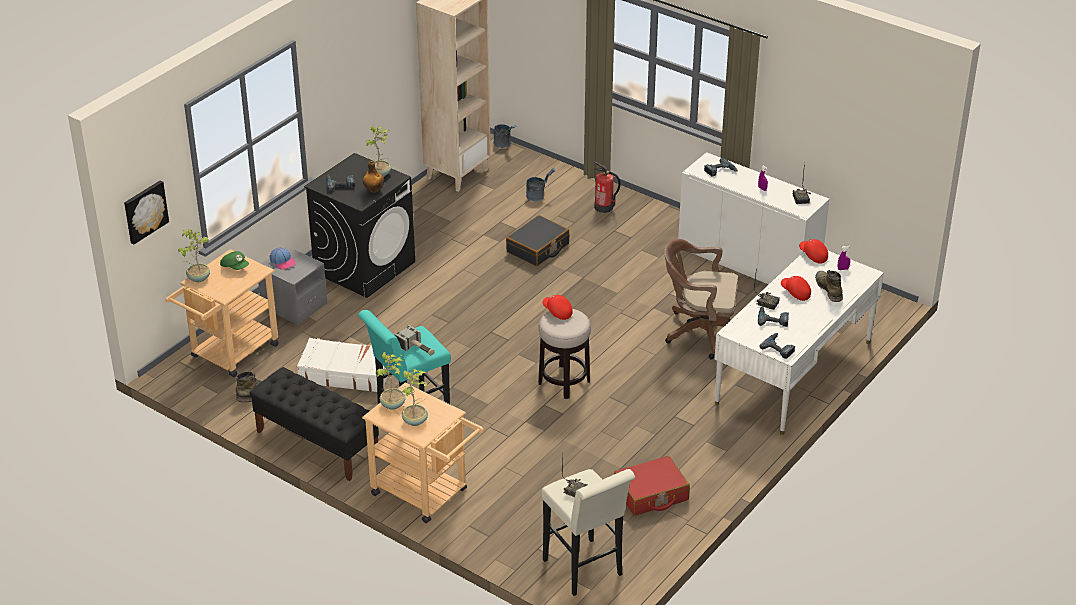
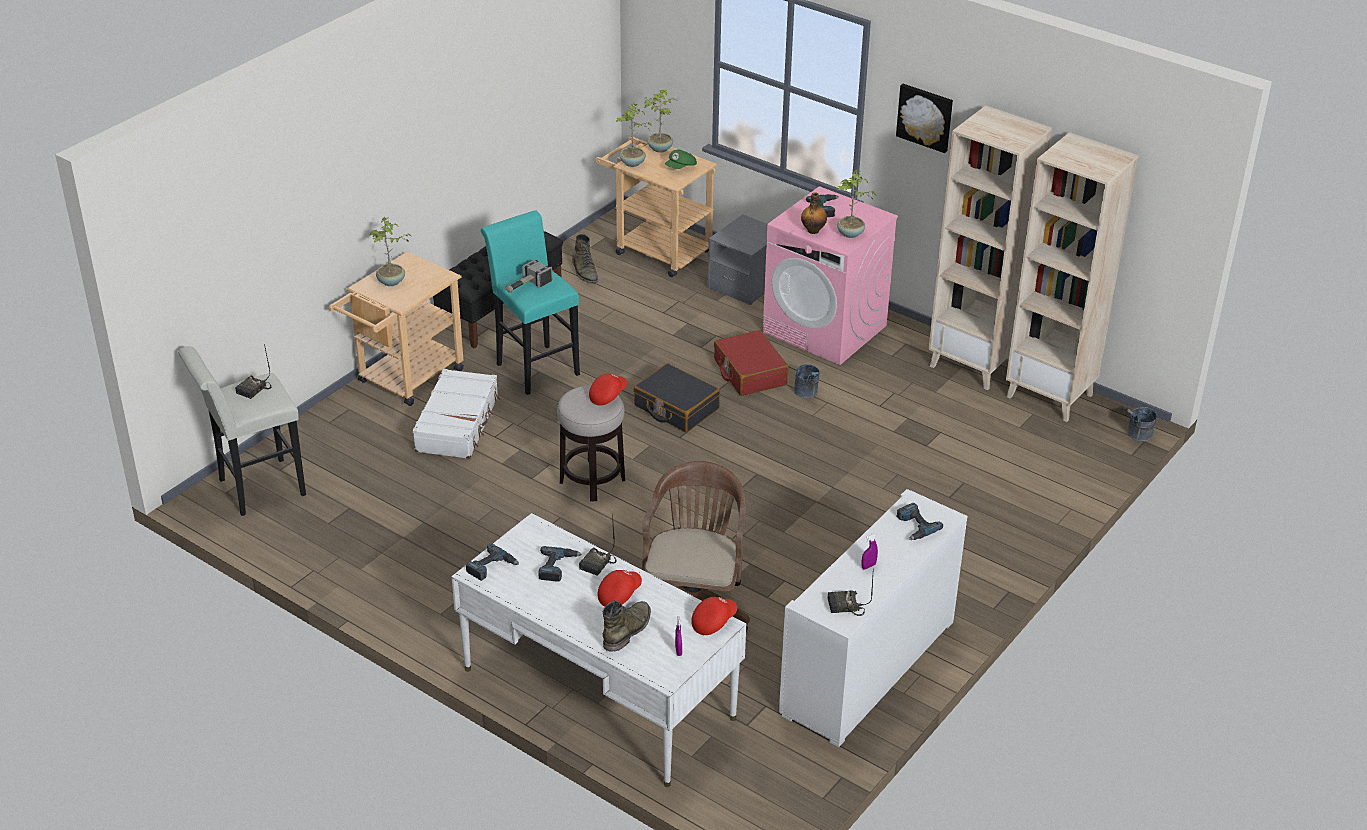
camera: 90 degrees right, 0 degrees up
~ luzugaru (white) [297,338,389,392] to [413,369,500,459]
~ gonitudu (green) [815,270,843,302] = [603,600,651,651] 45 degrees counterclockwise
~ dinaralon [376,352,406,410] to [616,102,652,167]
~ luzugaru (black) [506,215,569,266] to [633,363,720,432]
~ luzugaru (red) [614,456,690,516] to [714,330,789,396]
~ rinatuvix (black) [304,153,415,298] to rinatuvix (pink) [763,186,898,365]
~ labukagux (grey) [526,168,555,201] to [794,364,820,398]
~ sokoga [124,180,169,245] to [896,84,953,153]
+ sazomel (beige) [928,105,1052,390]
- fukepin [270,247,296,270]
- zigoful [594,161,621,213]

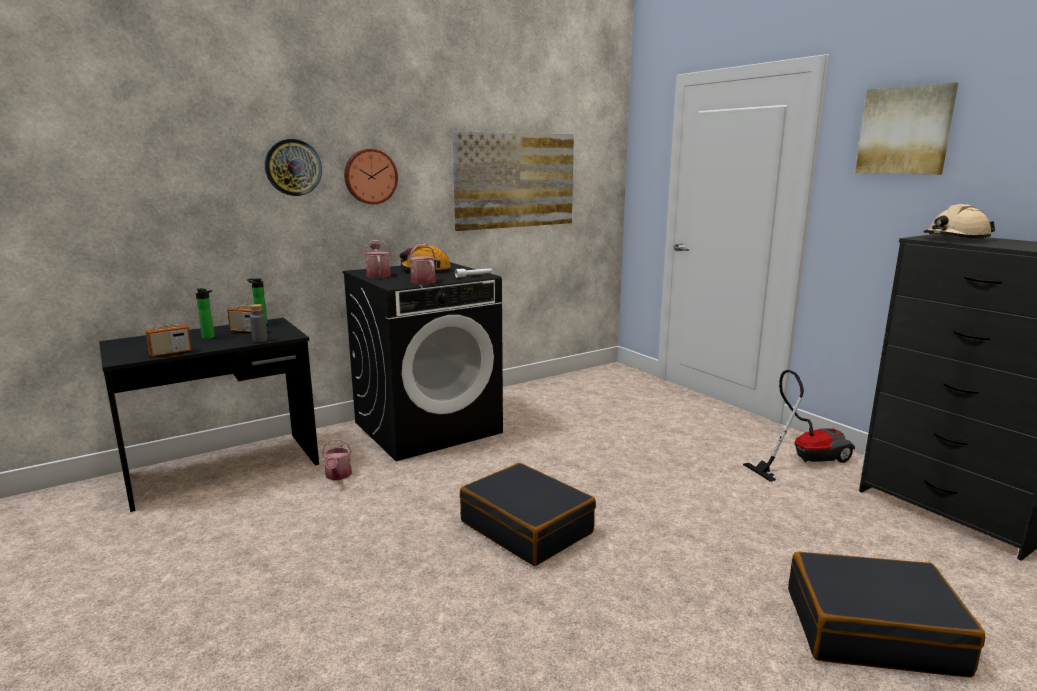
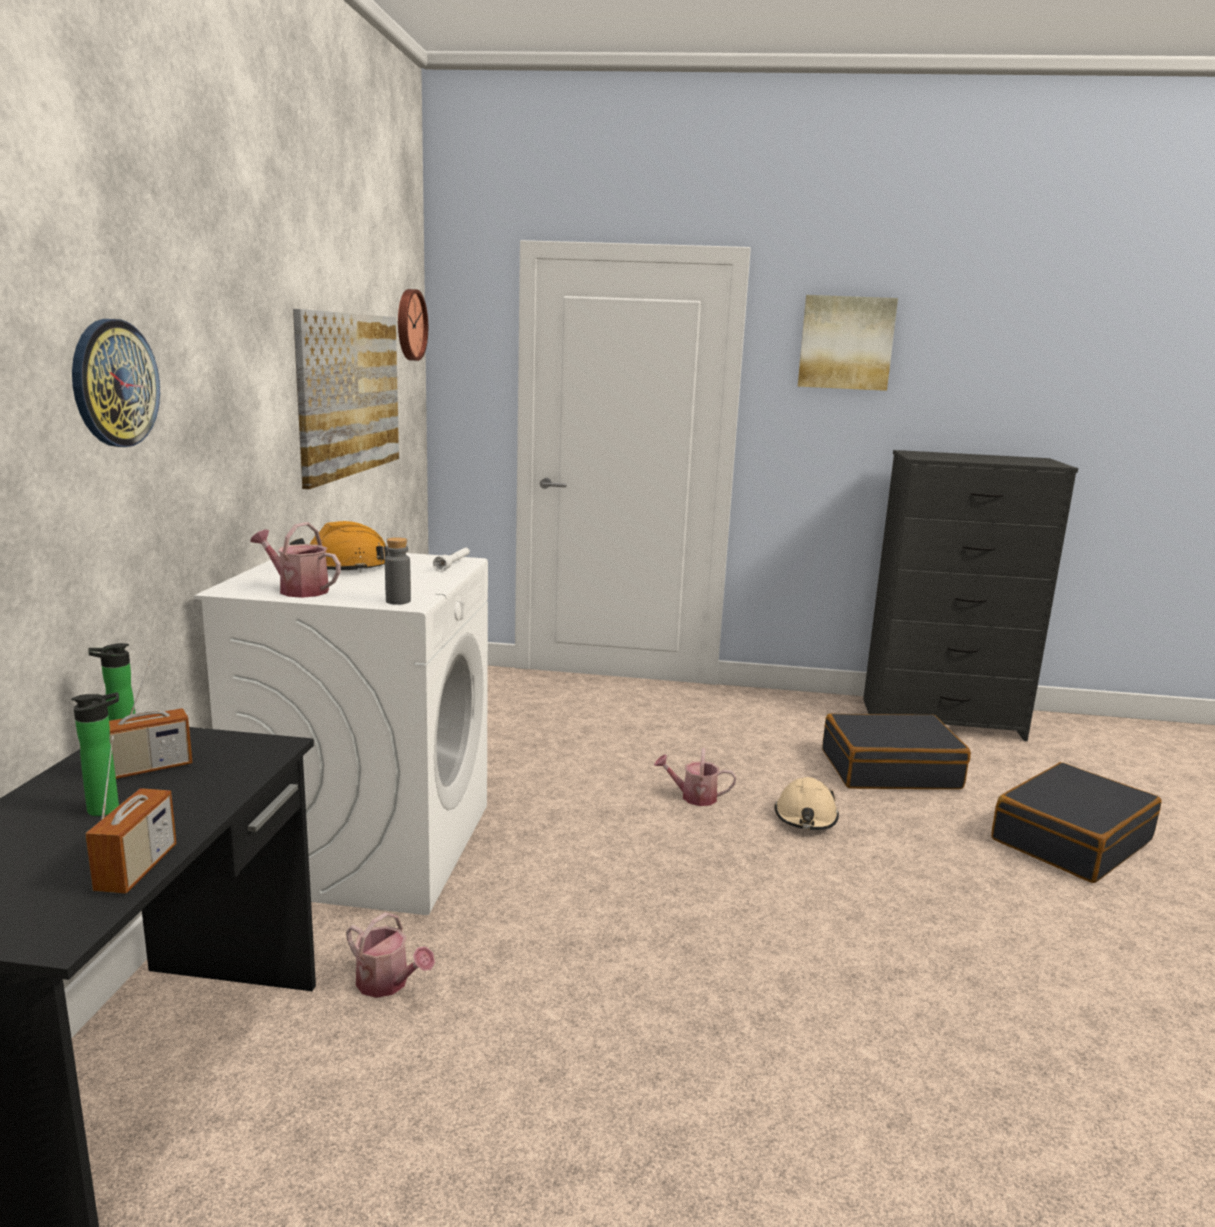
camera: 50 degrees left, 0 degrees up
~ rinatuvix (black) [342,262,503,461] to rinatuvix (white) [194,553,488,915]
~ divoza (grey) [250,304,268,342] to [385,537,411,605]
~ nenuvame [344,149,398,204] to [398,289,428,361]
~ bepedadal [405,244,436,284] to [654,748,736,806]
~ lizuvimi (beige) [923,204,995,240] to [775,777,839,830]
~ luzugaru (black) [459,463,596,566] to [822,714,971,789]
- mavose [743,370,855,482]

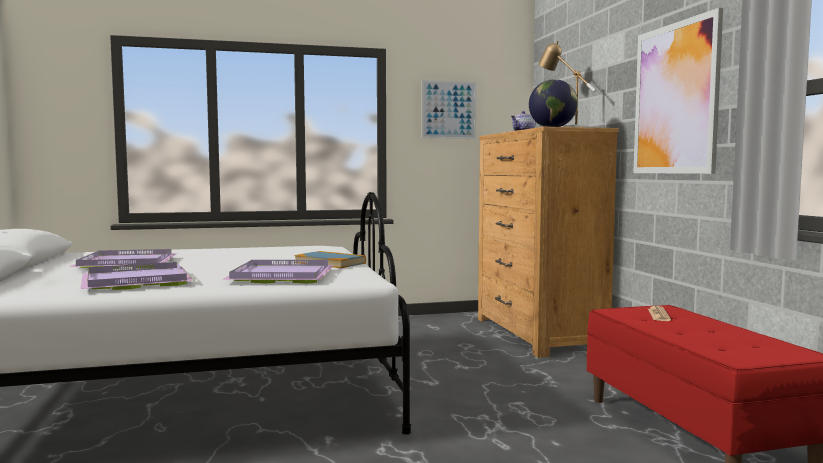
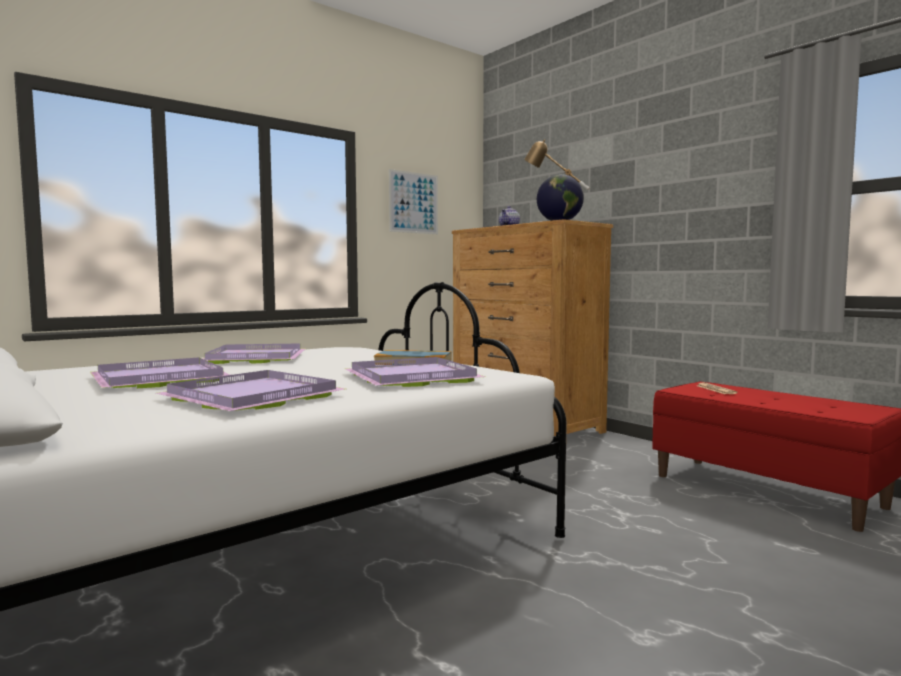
camera: 25 degrees left, 0 degrees up
+ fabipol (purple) [202,344,306,364]
- sokoga [633,8,723,174]

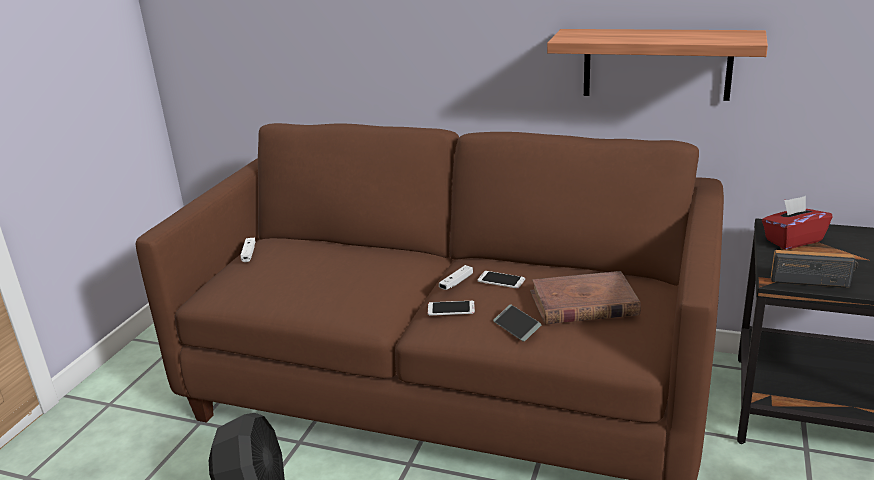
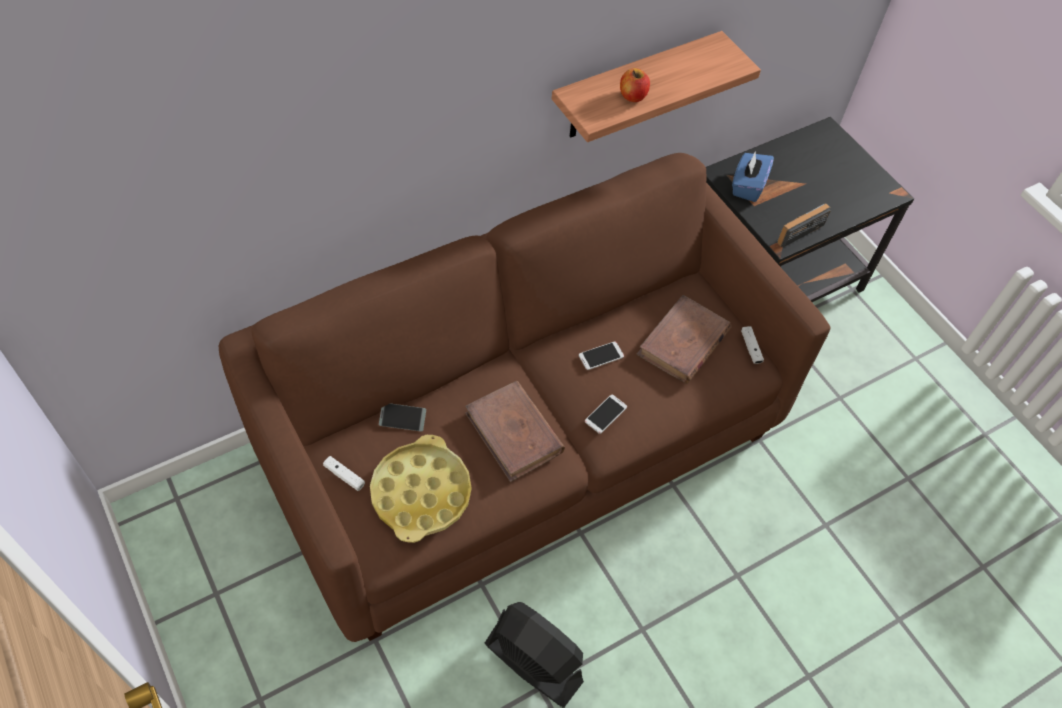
camera: 55 degrees left, 30 degrees up
+ fabipol (yellow) [370,435,471,543]
~ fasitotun [493,304,541,342] to [379,403,426,431]
+ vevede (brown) [465,381,565,482]
+ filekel [620,68,650,102]
~ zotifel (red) [762,196,832,250] to zotifel (blue) [732,151,774,202]
~ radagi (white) [439,265,473,290] to [741,326,764,364]

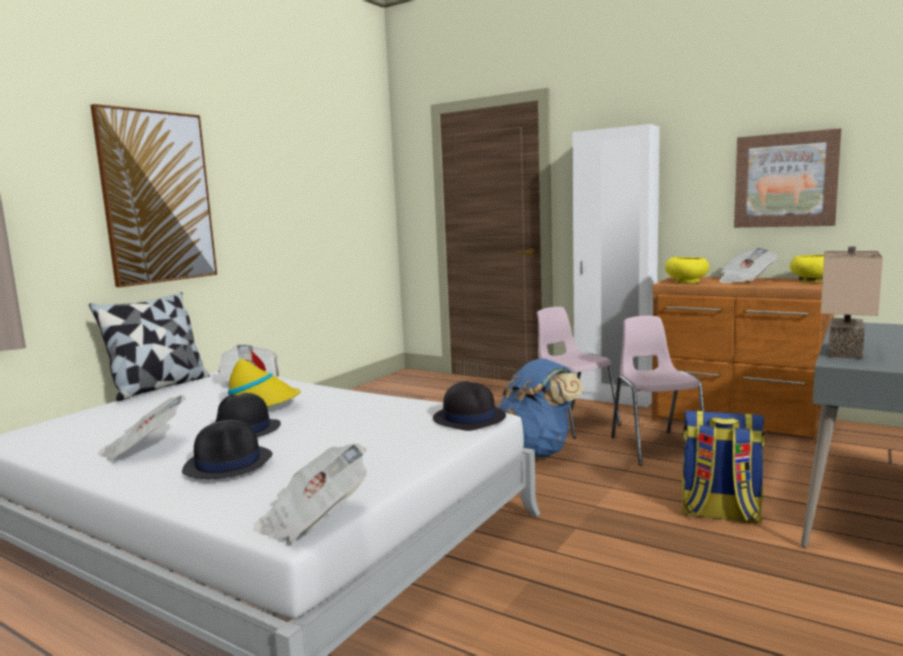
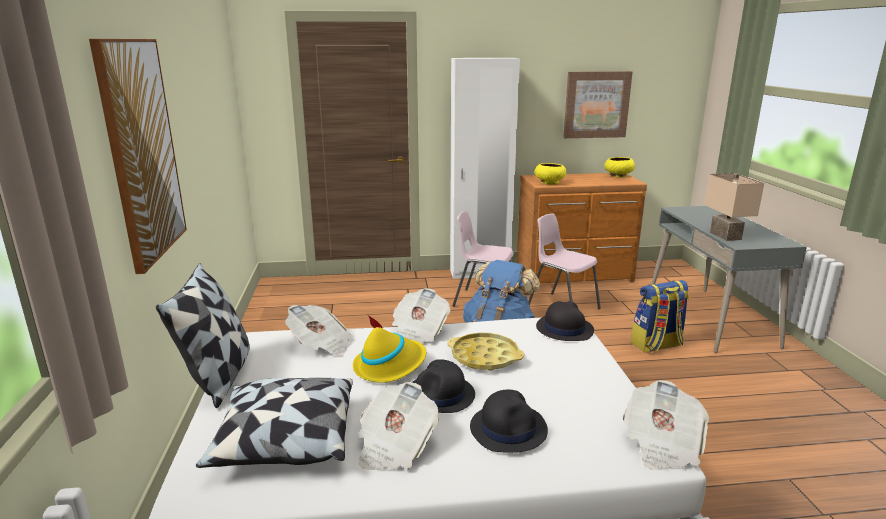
camera: 40 degrees left, 10 degrees up
+ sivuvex [196,378,353,468]
~ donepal [719,248,778,283] to [392,288,450,343]
+ fabipol (yellow) [447,332,524,371]

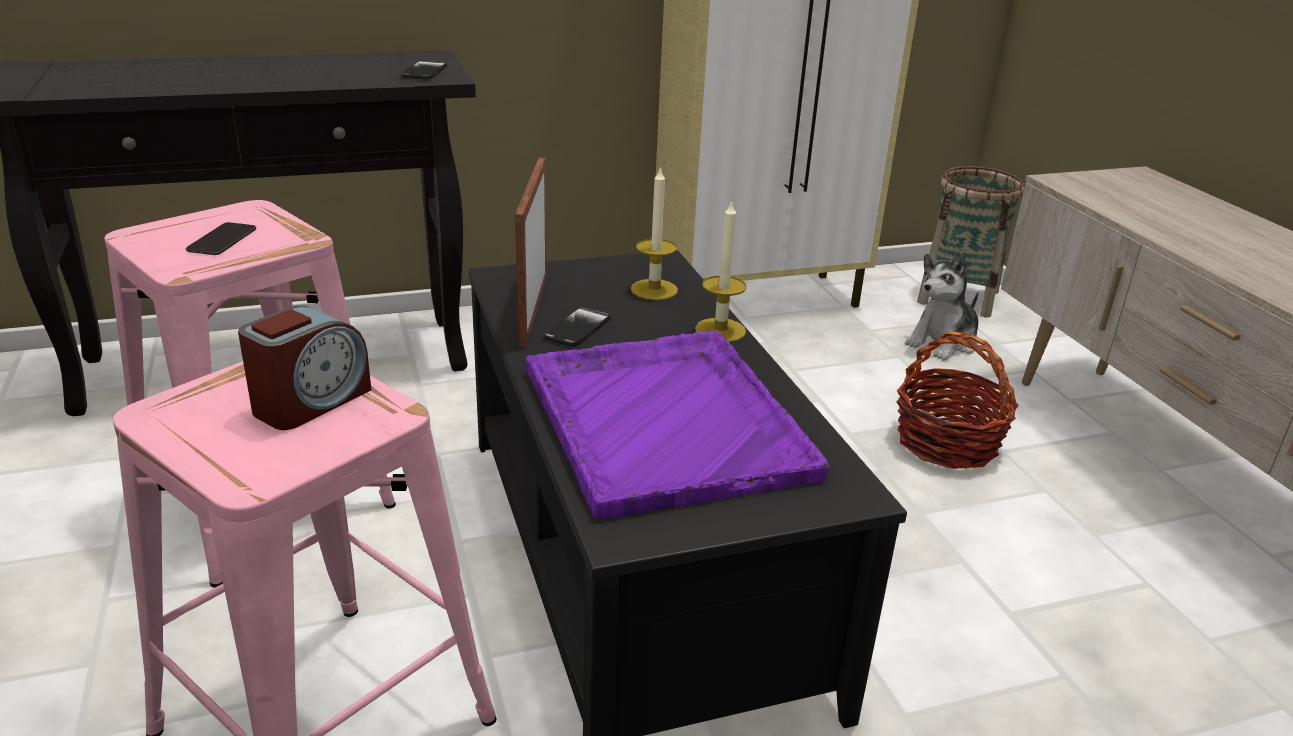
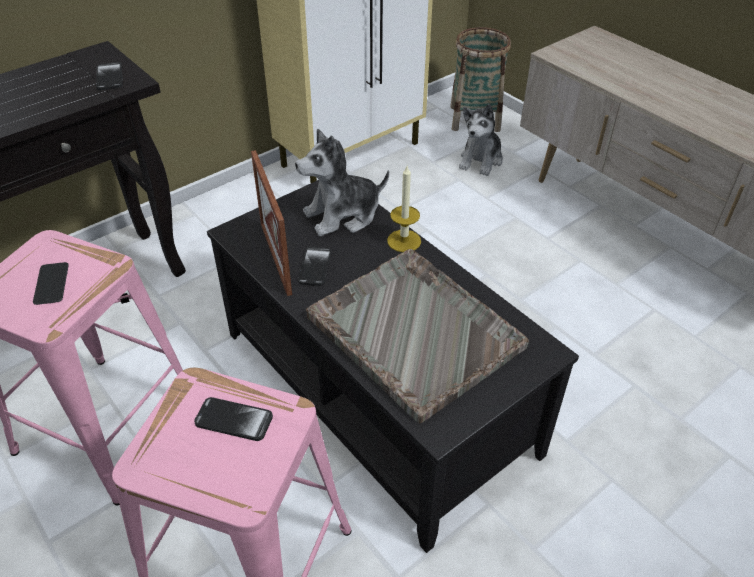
camera: 20 degrees left, 15 degrees up
~ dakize [238,306,371,430] to fasitotun [194,397,273,441]
~ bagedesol [631,166,678,300] to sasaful [295,129,389,236]
~ fabipol (purple) [525,331,829,520] to fabipol (grey) [306,249,529,423]
- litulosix [896,332,1019,469]

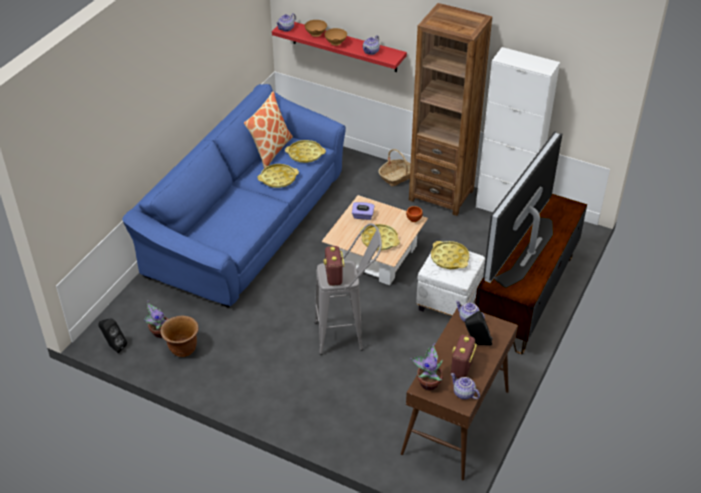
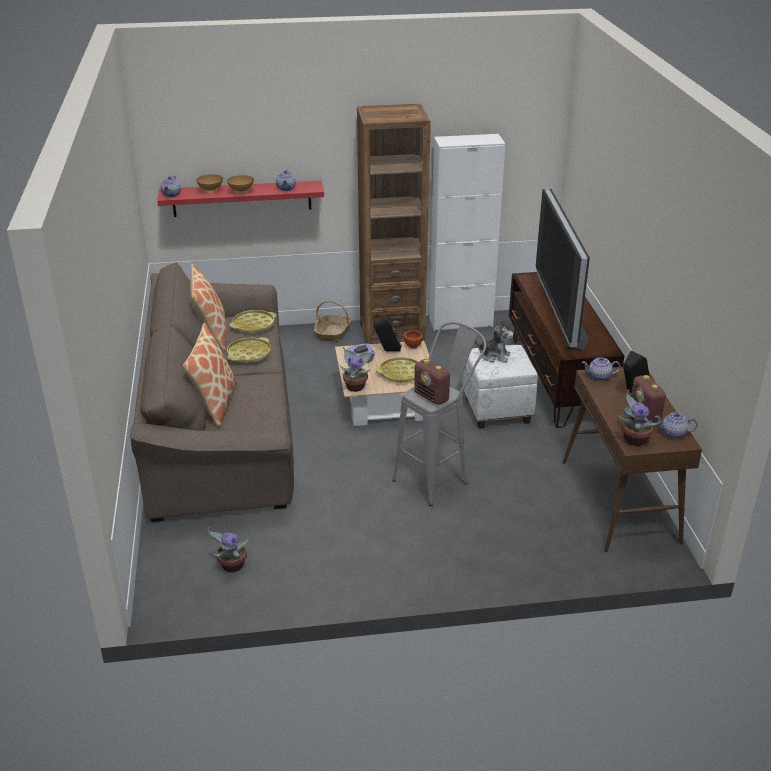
camera: 35 degrees left, 10 degrees down
~ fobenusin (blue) [122,84,346,308] to fobenusin (brown) [130,262,294,522]
+ sivuvex [183,323,237,428]
+ dinaralon [340,347,373,392]
~ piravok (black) [98,318,127,353] to [374,315,402,352]
~ fabipol (yellow) [431,241,469,269] to sasaful [475,320,514,362]
- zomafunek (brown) [161,316,199,357]

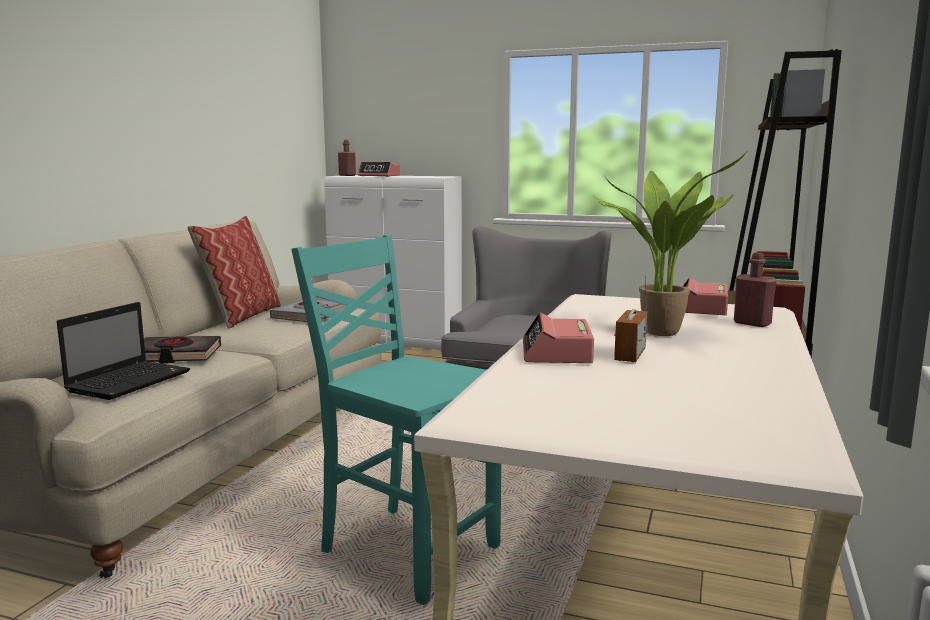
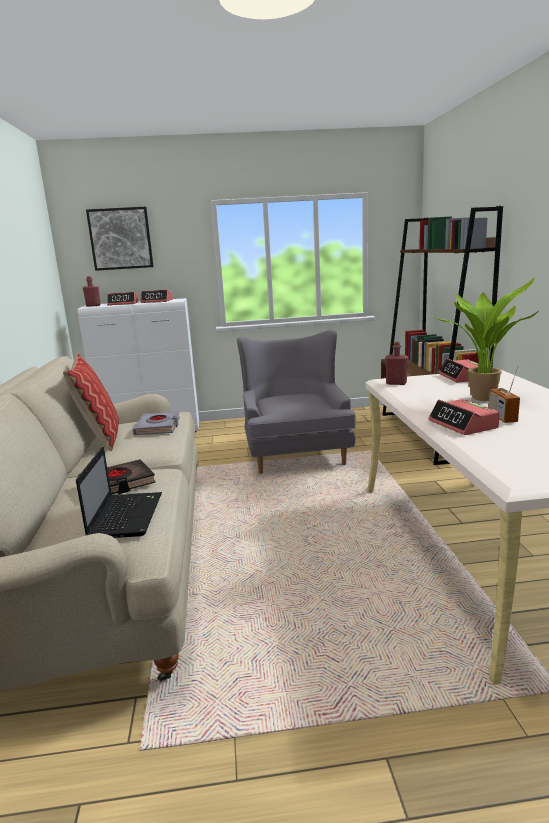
camera: 25 degrees left, 5 degrees up
+ sokoga [86,207,154,271]
+ dakize [140,290,173,303]
~ divoza (red) [734,252,777,327] to [385,341,408,385]
- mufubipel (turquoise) [291,235,501,605]

